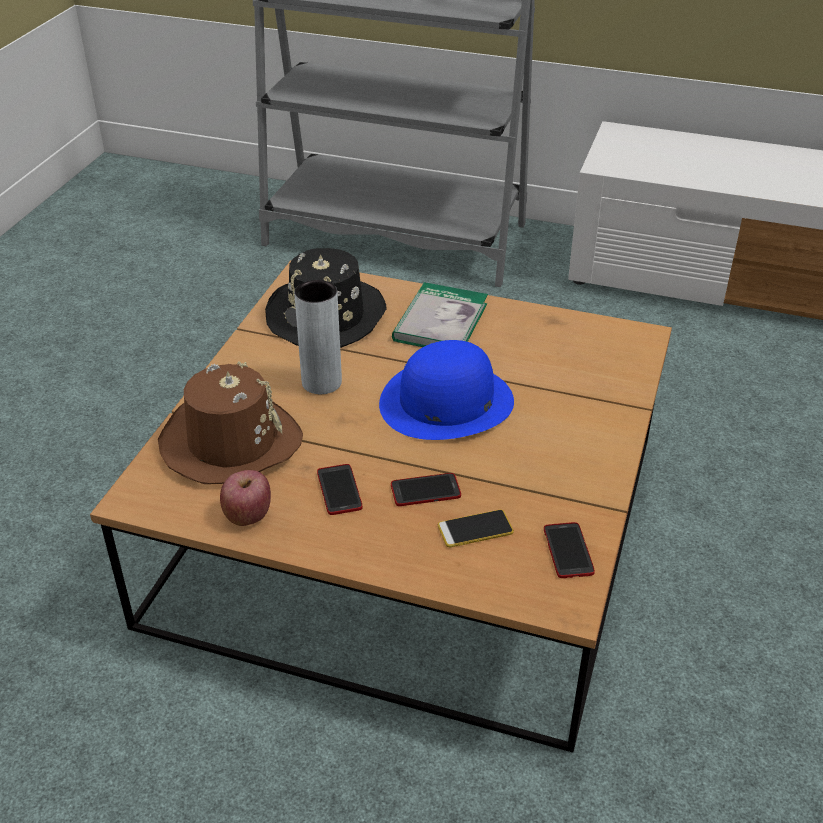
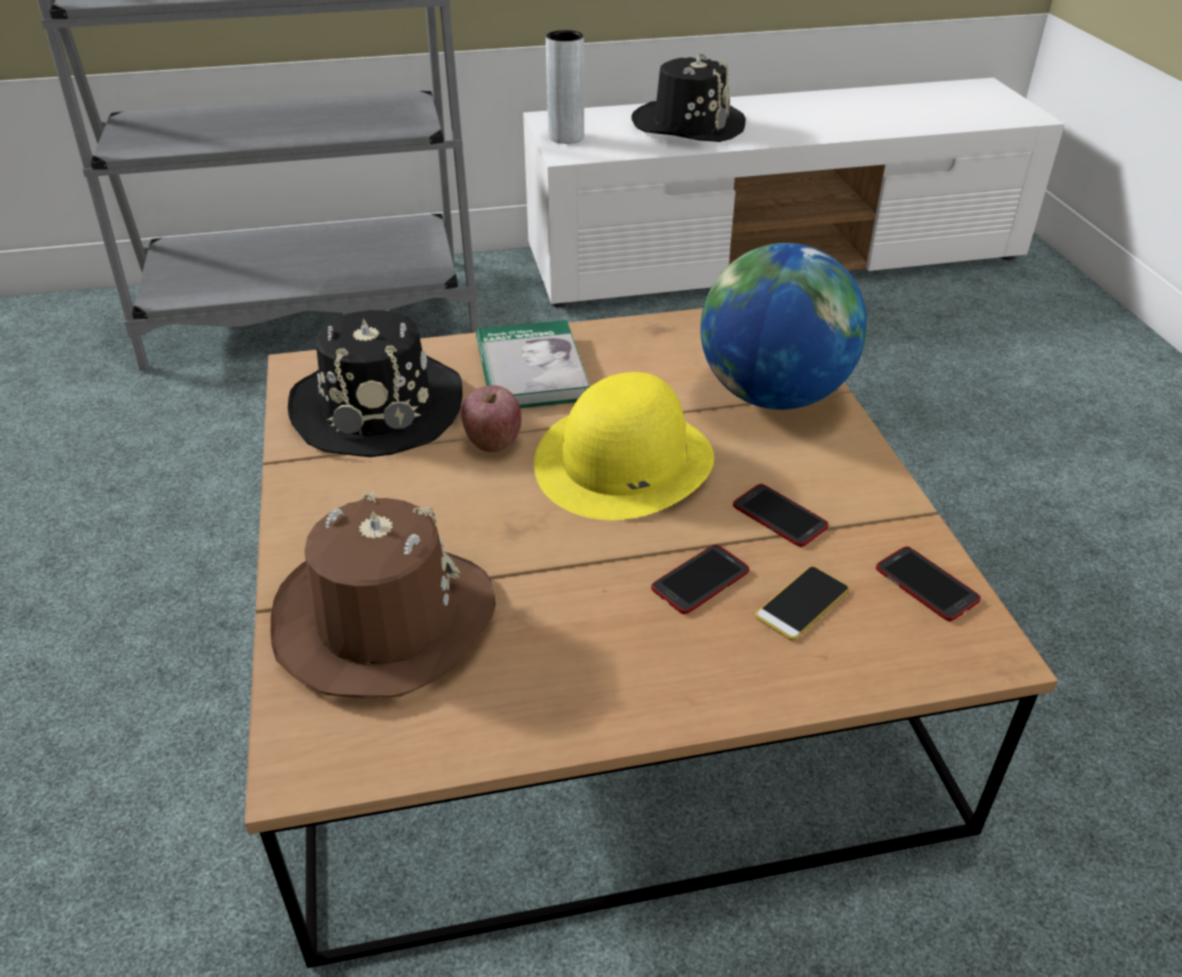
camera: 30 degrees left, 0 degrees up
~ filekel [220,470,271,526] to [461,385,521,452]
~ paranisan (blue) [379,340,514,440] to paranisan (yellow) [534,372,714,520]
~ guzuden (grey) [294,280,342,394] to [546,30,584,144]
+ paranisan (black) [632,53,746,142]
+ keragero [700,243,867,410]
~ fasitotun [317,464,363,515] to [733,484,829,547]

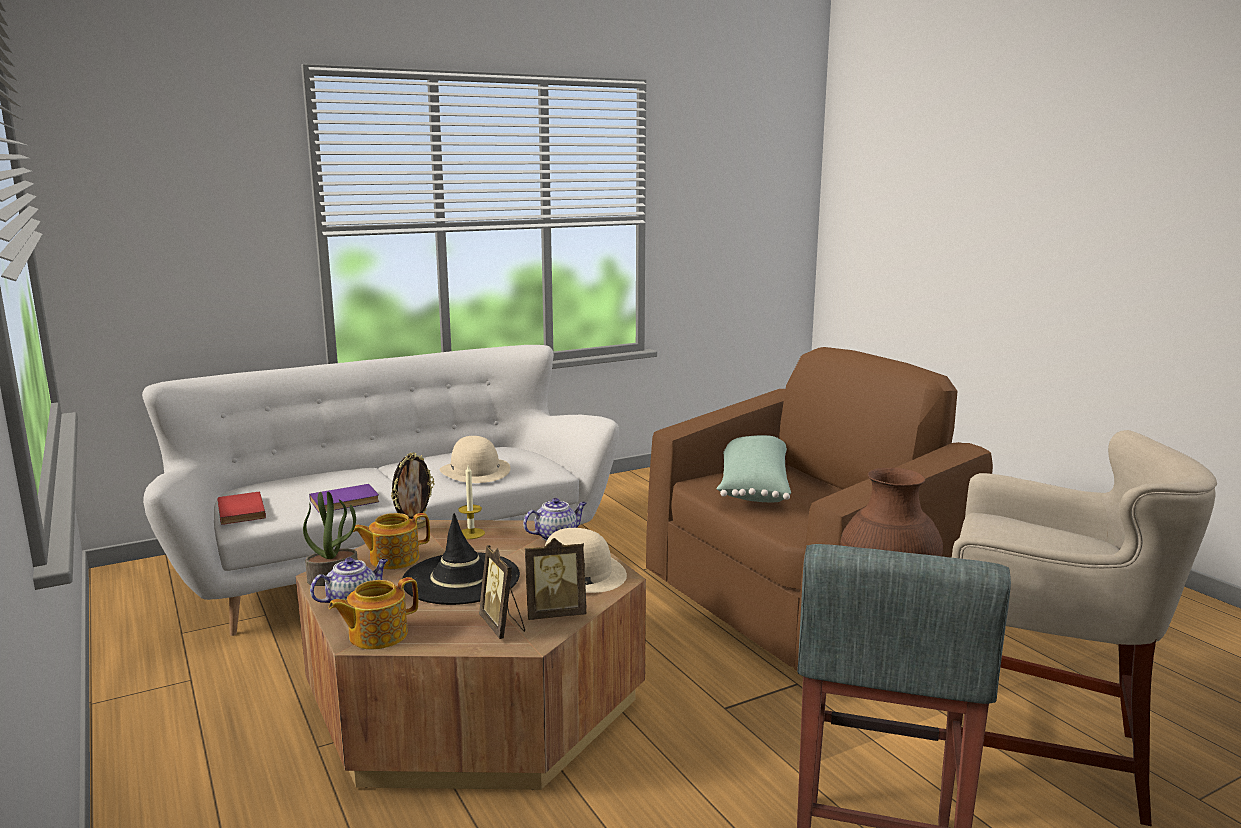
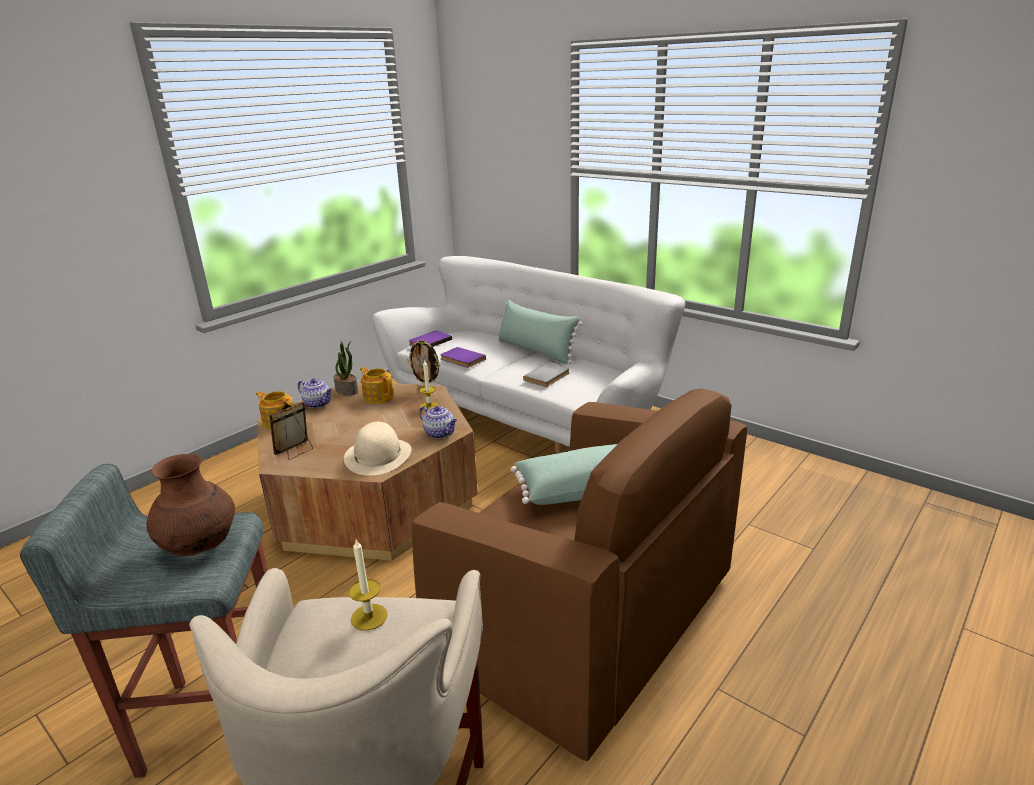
camera: 70 degrees right, 10 degrees up
+ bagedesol [349,540,387,631]
~ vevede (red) [217,492,266,525] to vevede (purple) [409,331,452,347]
+ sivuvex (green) [497,300,582,364]
~ paranisan (beige) [440,436,511,483] to vevede (grey) [523,362,570,387]
- paranisan (black) [402,513,520,605]
- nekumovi [525,538,586,620]

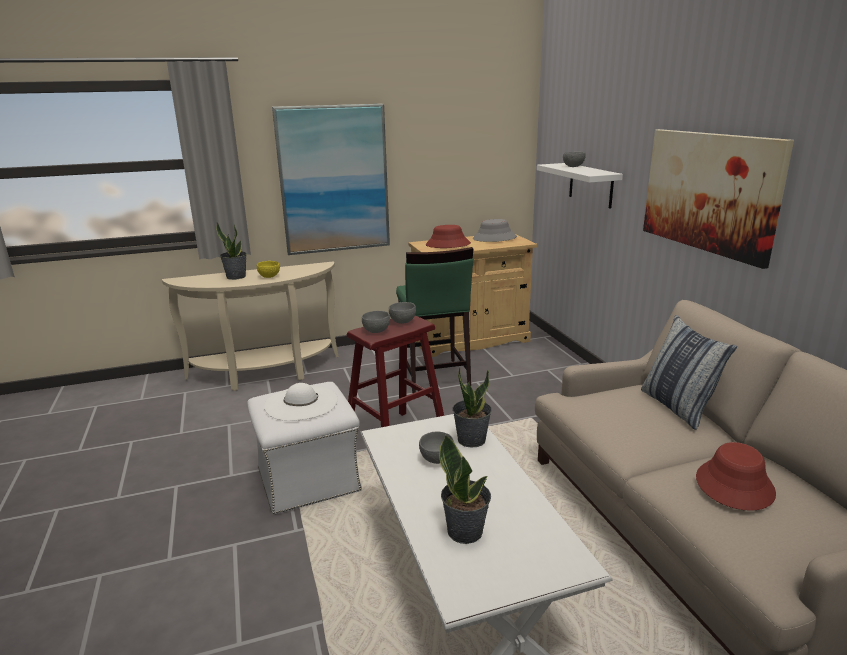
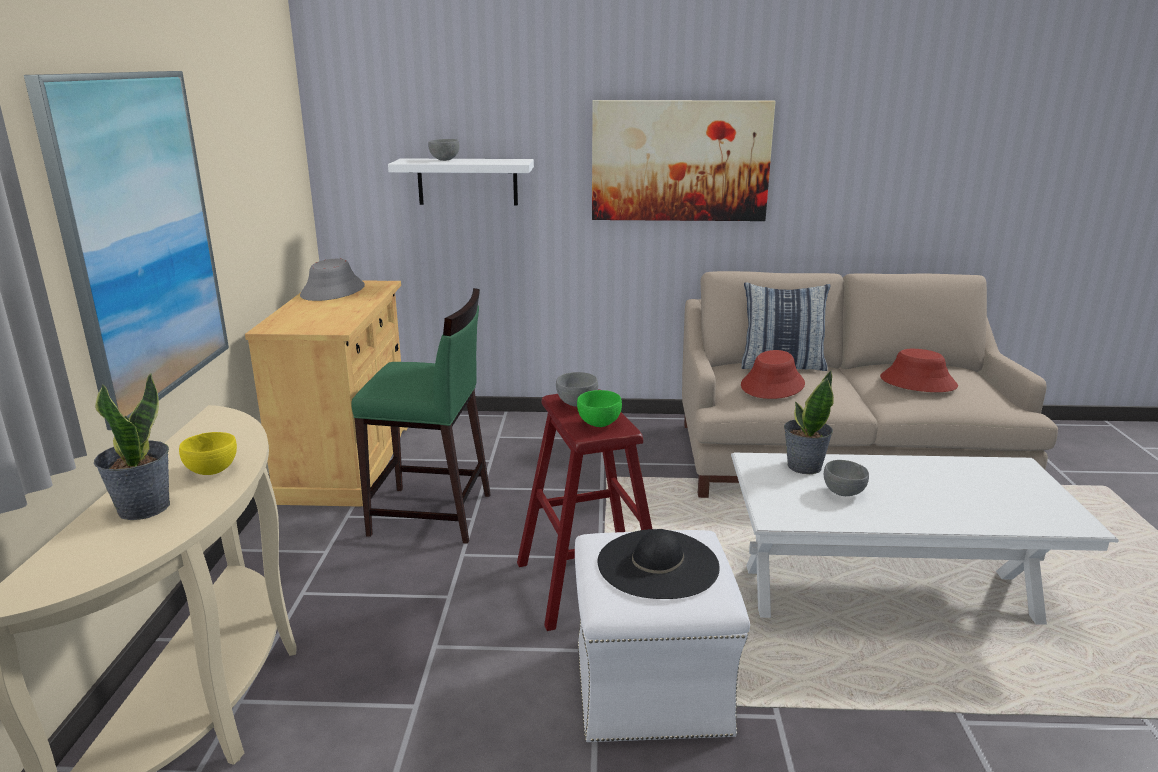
camera: 70 degrees left, 0 degrees up
~ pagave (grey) [362,311,390,333] to pagave (green) [577,390,622,427]
~ paranisan (white) [264,383,338,421] to paranisan (black) [598,529,720,599]
~ paranisan (red) [426,225,471,248] to [741,350,805,399]
- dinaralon [439,434,491,544]

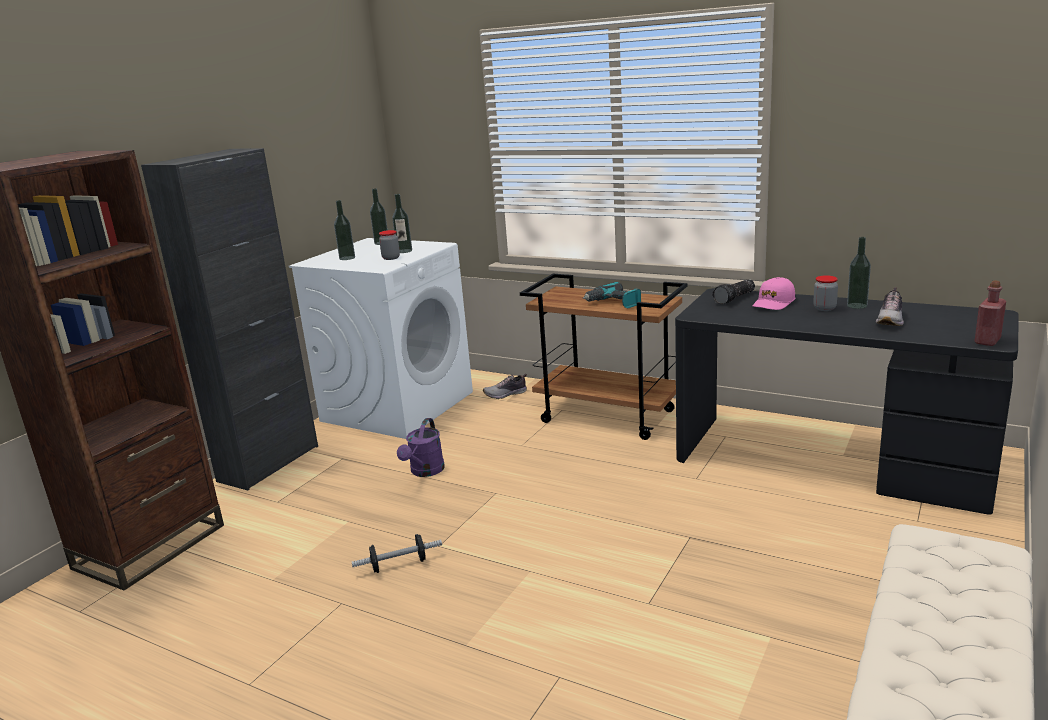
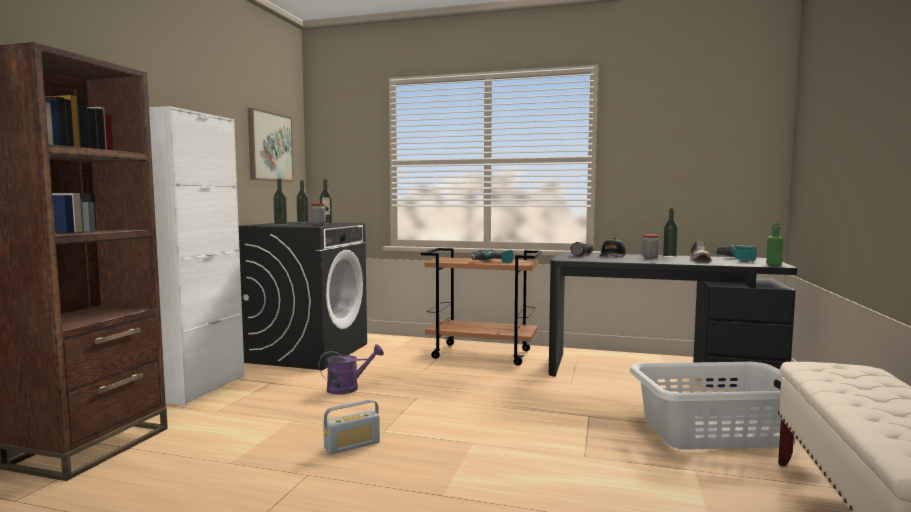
camera: 15 degrees left, 15 degrees down
~ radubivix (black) [141,148,318,490] to radubivix (white) [149,106,245,405]
~ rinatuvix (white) [289,238,473,439] to rinatuvix (black) [239,222,367,370]
+ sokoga [248,108,294,181]
~ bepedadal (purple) [397,418,445,477] = [319,345,384,395] 120 degrees counterclockwise
~ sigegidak [351,534,442,573] to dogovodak [323,400,380,455]
~ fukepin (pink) [753,277,795,310] to fukepin (black) [600,238,626,258]
+ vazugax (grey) [629,362,796,450]
+ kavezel [712,245,756,261]
~ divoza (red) [975,280,1006,346] to divoza (green) [766,222,783,266]
- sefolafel [483,374,527,399]

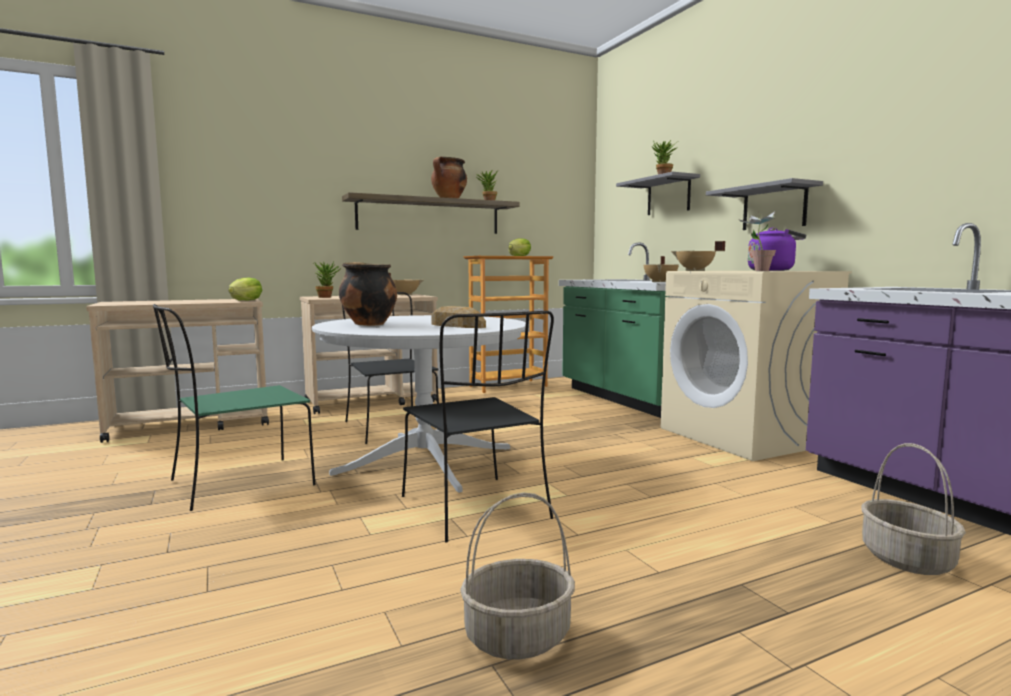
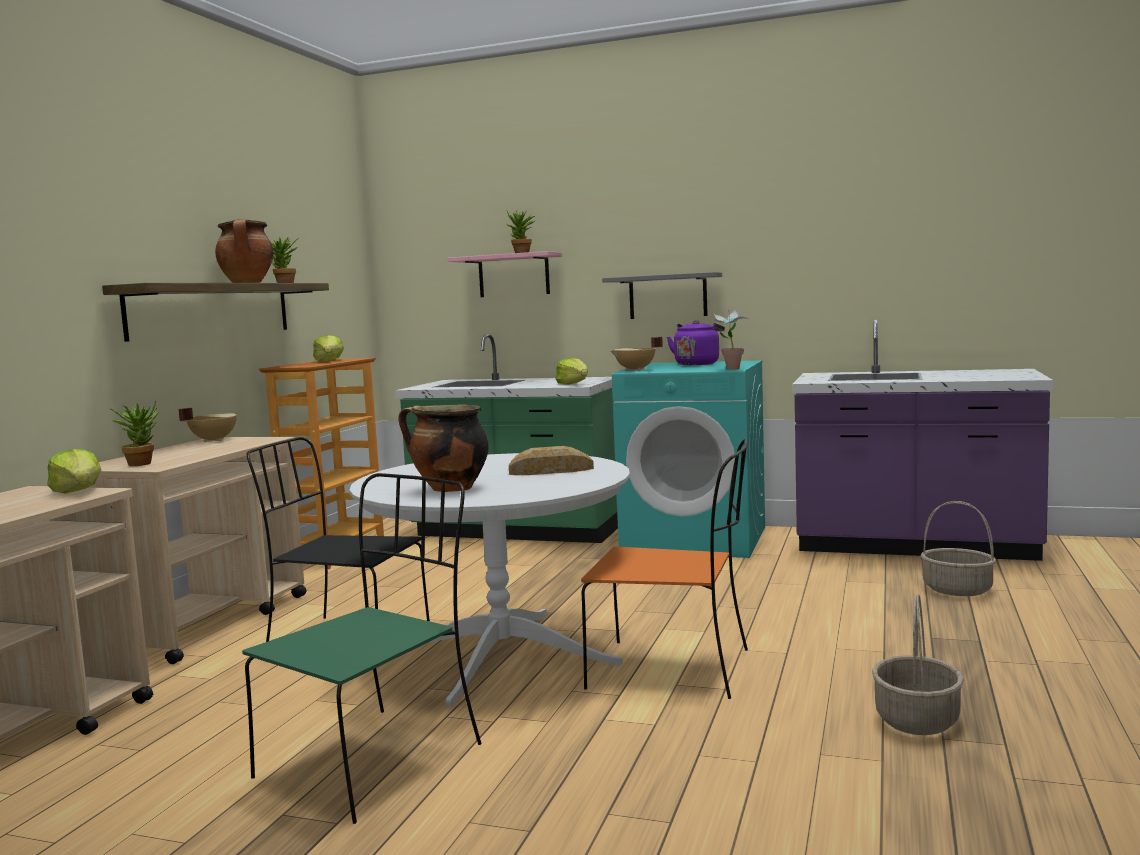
camera: 45 degrees left, 0 degrees up
~ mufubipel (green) [153,304,316,511] = [242,473,482,824] 150 degrees counterclockwise
~ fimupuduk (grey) [616,172,700,215] to fimupuduk (pink) [447,251,562,297]
~ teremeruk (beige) [644,256,679,282] to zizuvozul [555,358,588,385]
~ mufubipel (black) [402,311,554,543] to mufubipel (orange) [581,439,748,699]
~ rinatuvix (beige) [661,271,852,461] to rinatuvix (turquoise) [612,360,765,558]

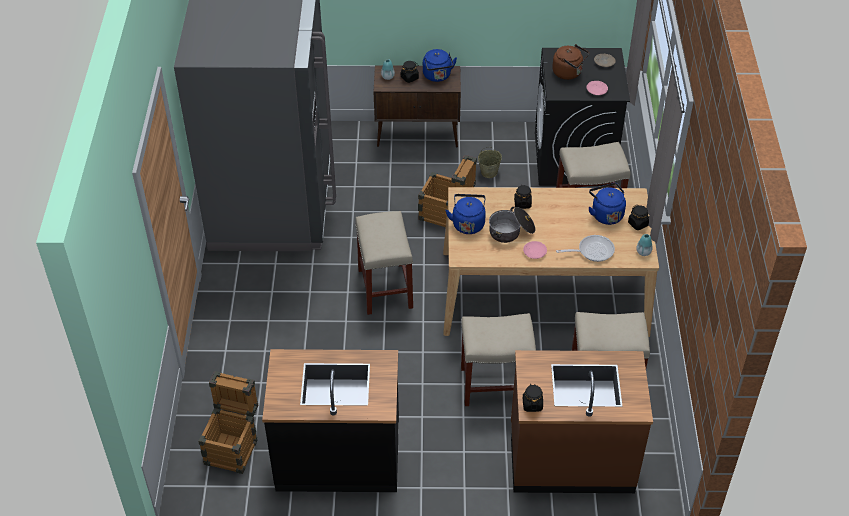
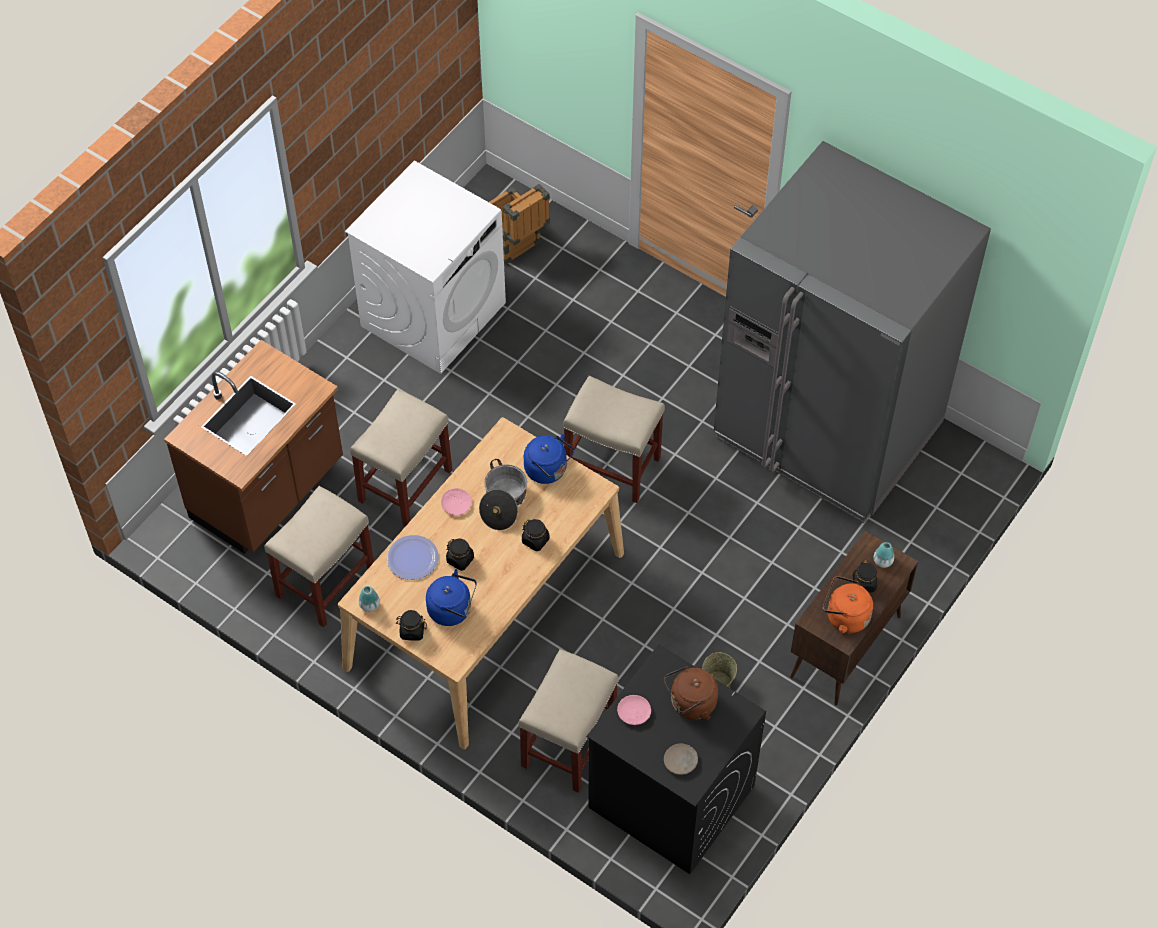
camera: 125 degrees right, 10 degrees up
~ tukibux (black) [262,349,399,492] to rinatuvix (white) [345,161,506,374]
~ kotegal [556,235,615,262] to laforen [387,535,439,580]
~ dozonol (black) [523,384,543,412] to [446,539,474,571]
~ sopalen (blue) [423,49,457,82] to sopalen (orange) [823,576,873,633]
- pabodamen [418,155,477,227]

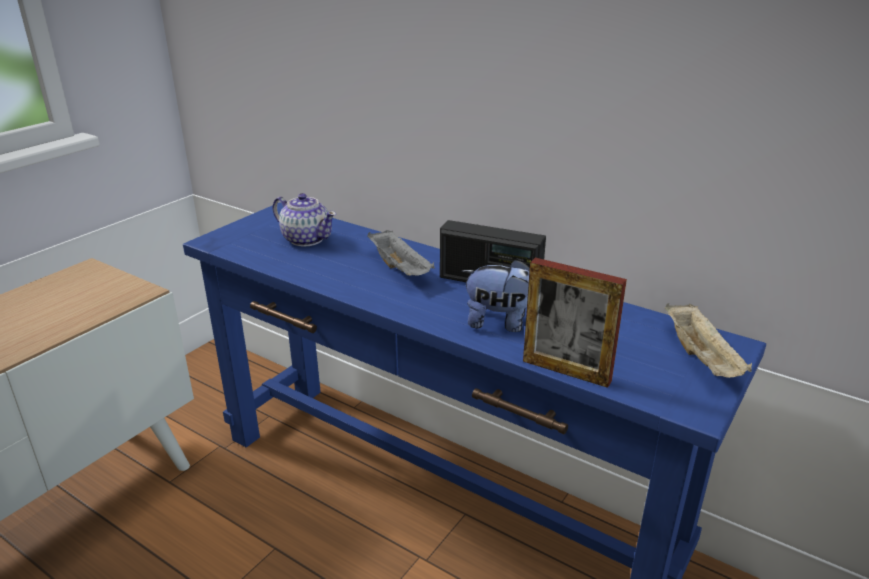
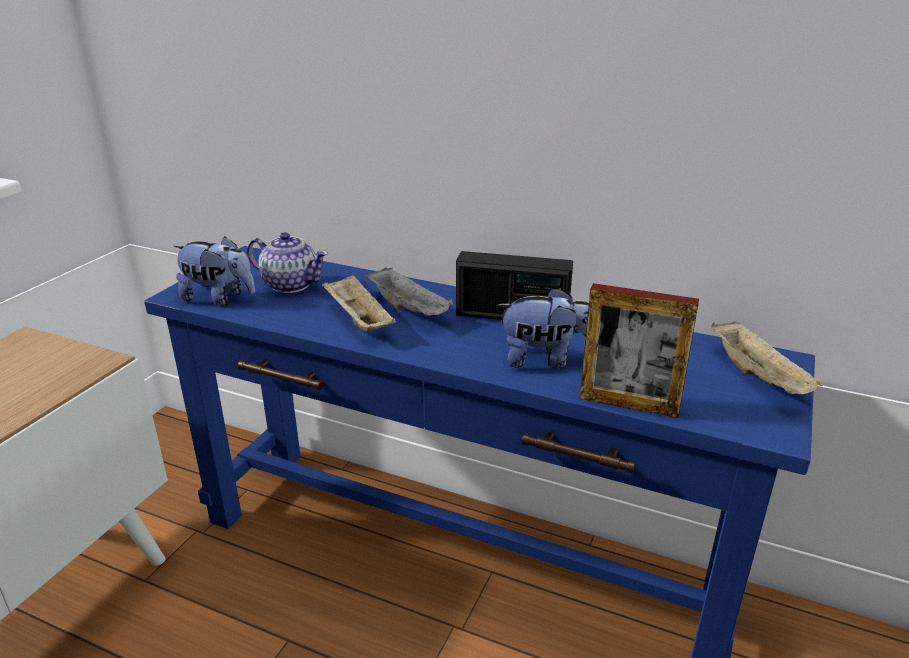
camera: 10 degrees left, 0 degrees up
+ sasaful [173,237,255,306]
+ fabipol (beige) [322,274,396,332]

